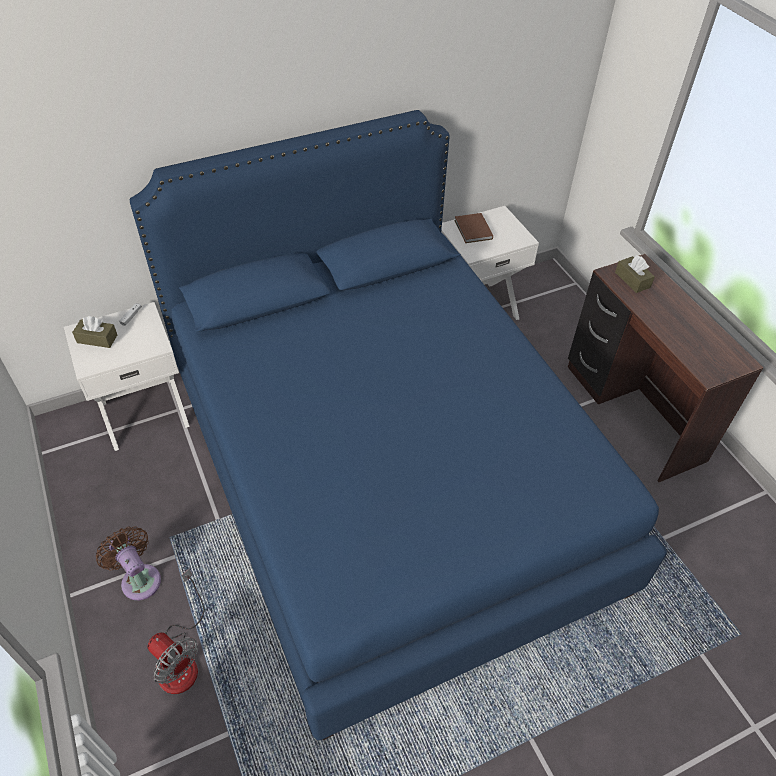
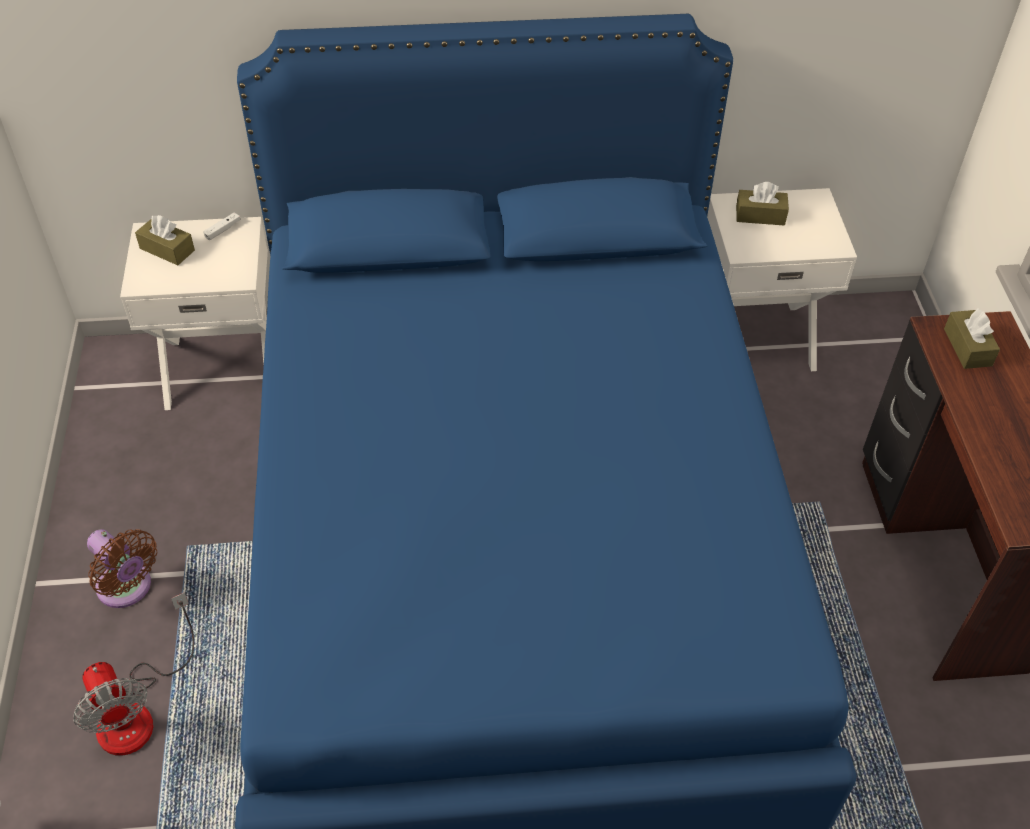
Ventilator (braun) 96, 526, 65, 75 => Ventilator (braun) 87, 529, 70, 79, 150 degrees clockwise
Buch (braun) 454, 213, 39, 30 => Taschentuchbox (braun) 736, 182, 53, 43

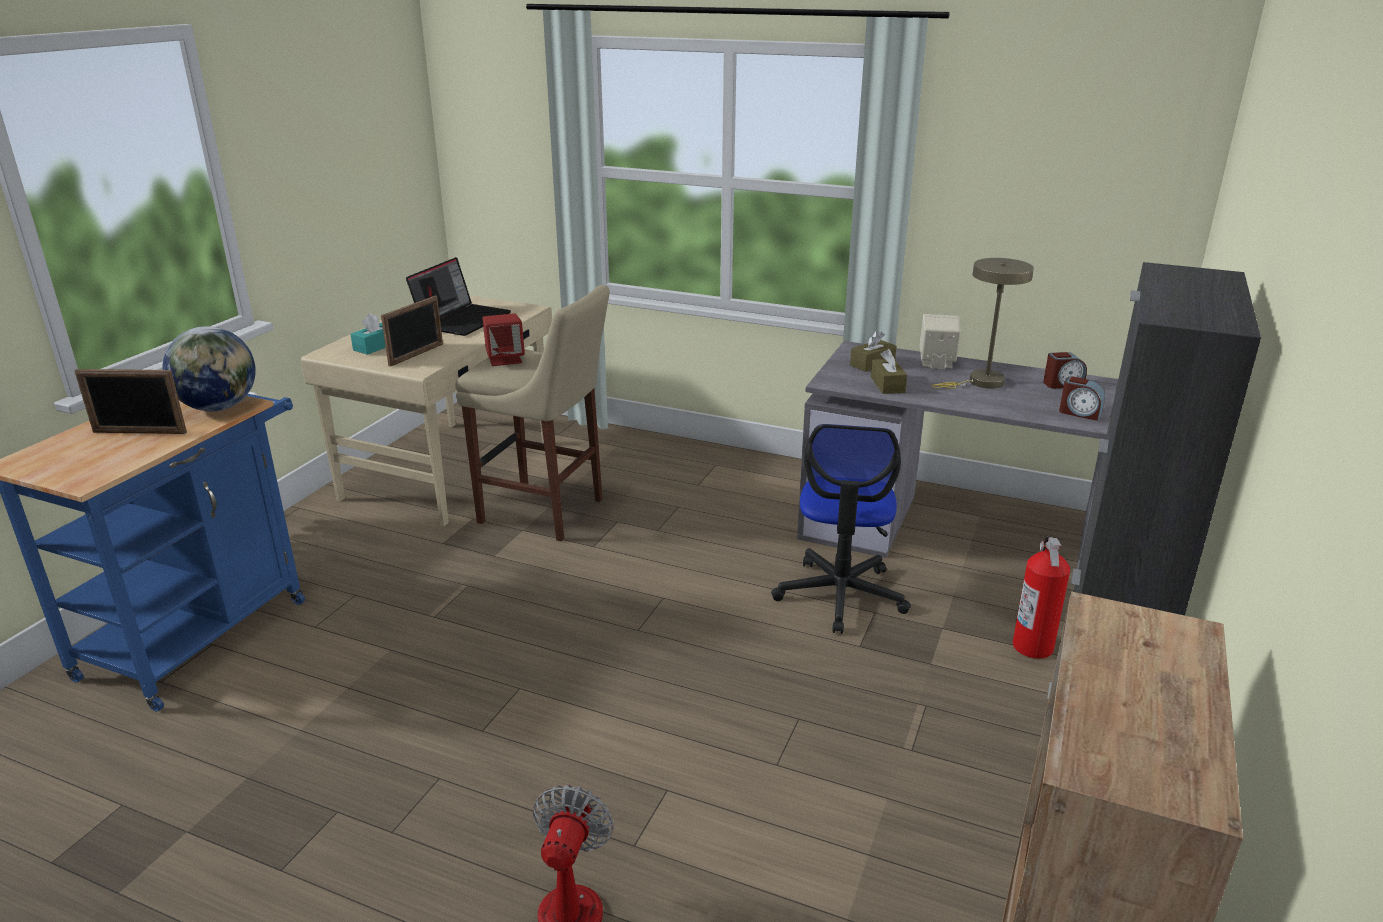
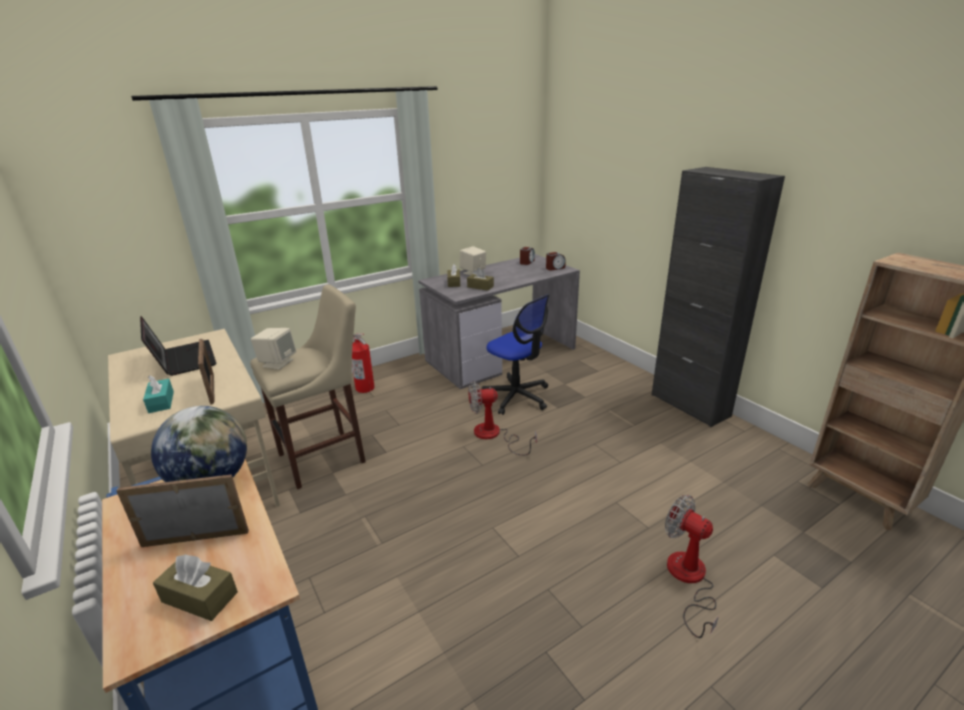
Bilderrahmen 74, 369, 113, 65 => Bilderrahmen 116, 474, 133, 73, 135 degrees counterclockwise
nothing => Taschentuchbox (braun) 153, 554, 85, 67
Lautsprecher (rot) 483, 313, 42, 53 => Lautsprecher (beige) 251, 328, 45, 42
Feuerlöscher 1013, 536, 57, 123 => Feuerlöscher 352, 333, 23, 60, relocated
nothing => Ventilator 468, 381, 69, 75
Tischlampe (beige) 931, 258, 103, 131 => nothing

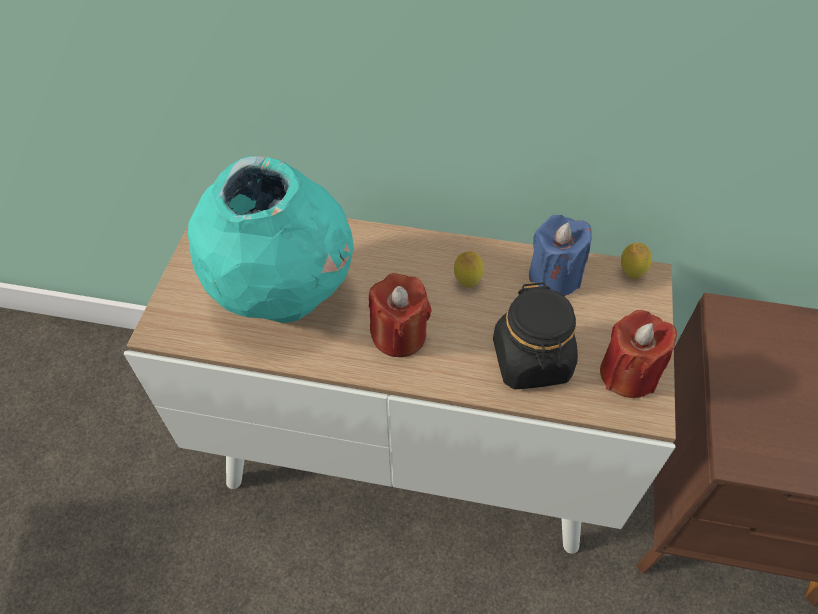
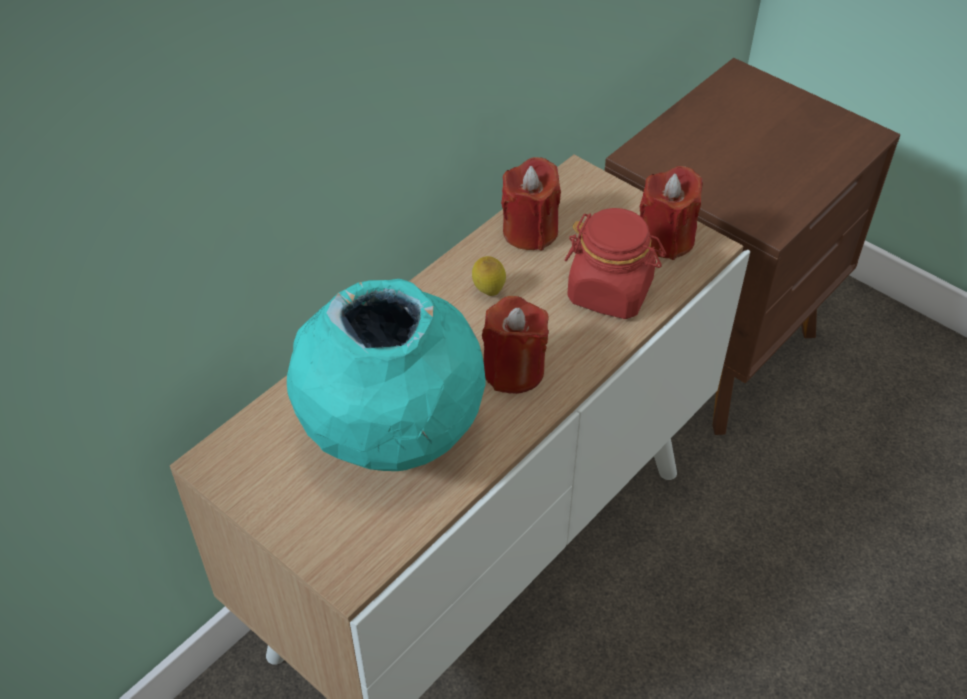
Kerze (blau) 529, 215, 63, 81 => Kerze (rot) 501, 157, 60, 93
Vorratsglas (schwarz) 493, 282, 85, 107 => Vorratsglas (rot) 565, 208, 101, 111
Zitrone 621, 243, 31, 36 => nothing

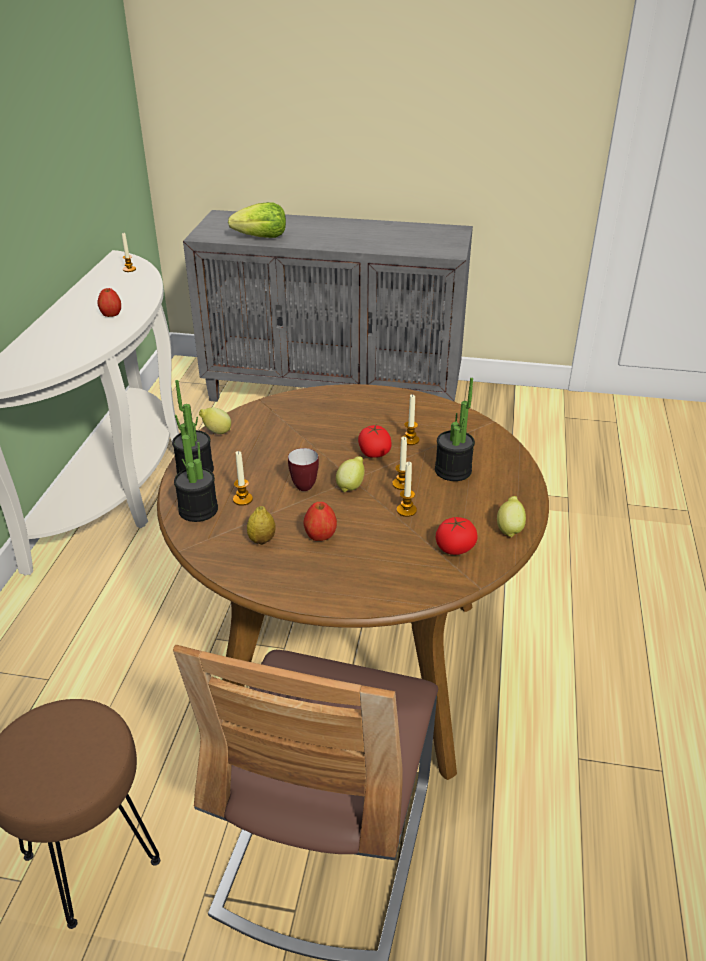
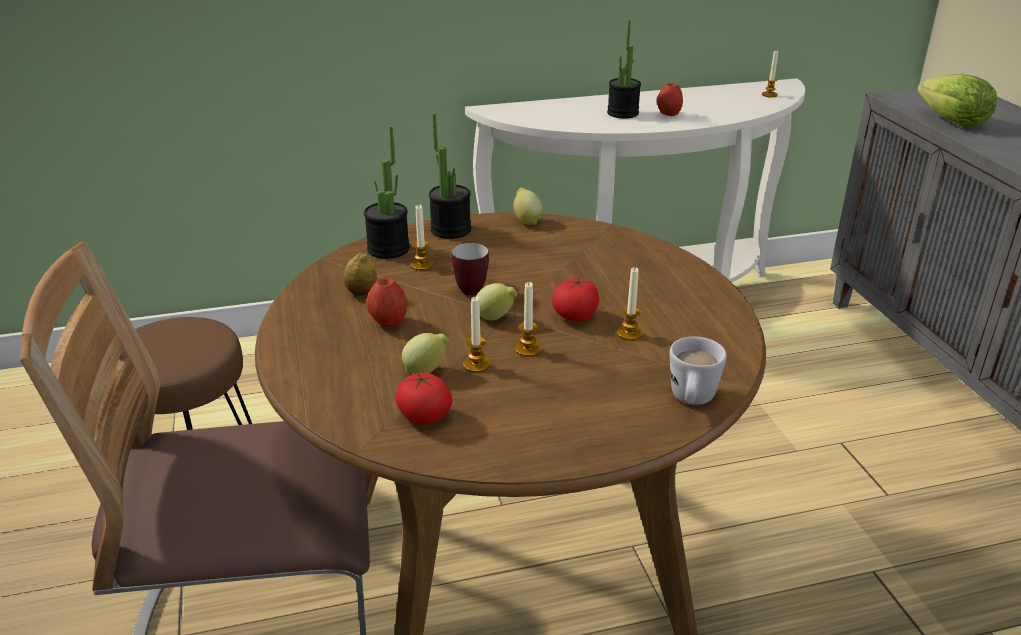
Zitrone 497, 496, 29, 42 => Zitrone 402, 333, 47, 41, relocated
Topfpflanze 435, 378, 40, 103 => Topfpflanze 607, 20, 34, 99, relocated
nothing => Henkelbecher (weiß) 670, 337, 57, 68

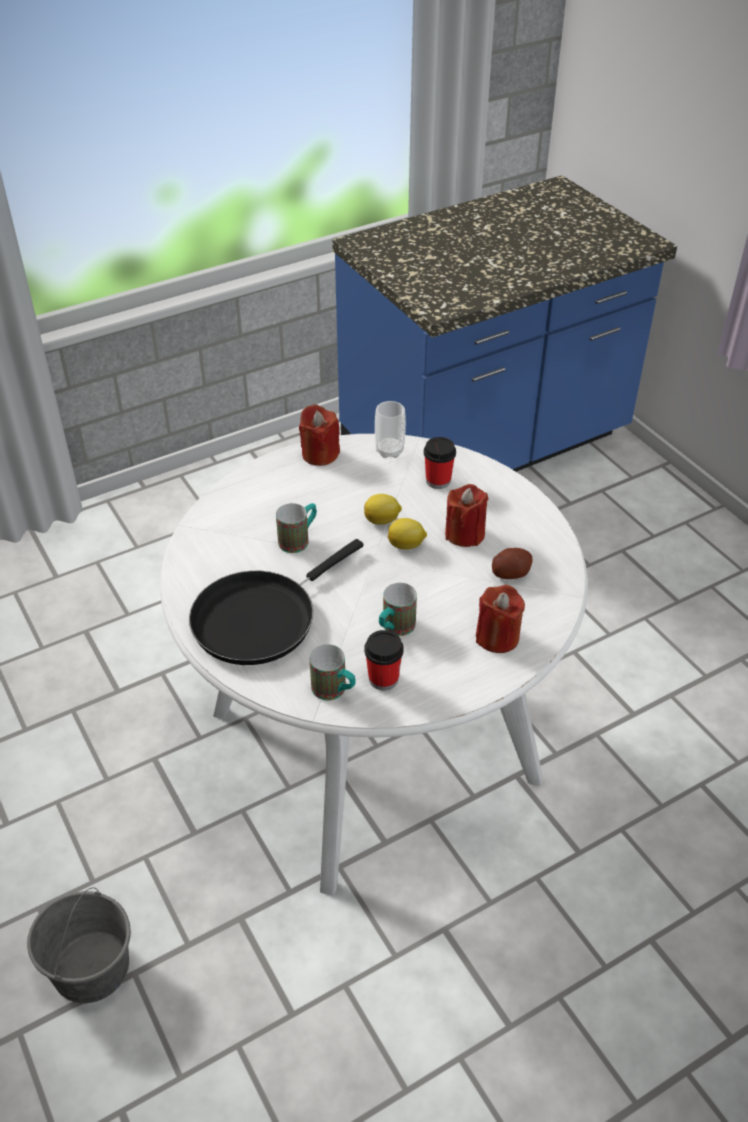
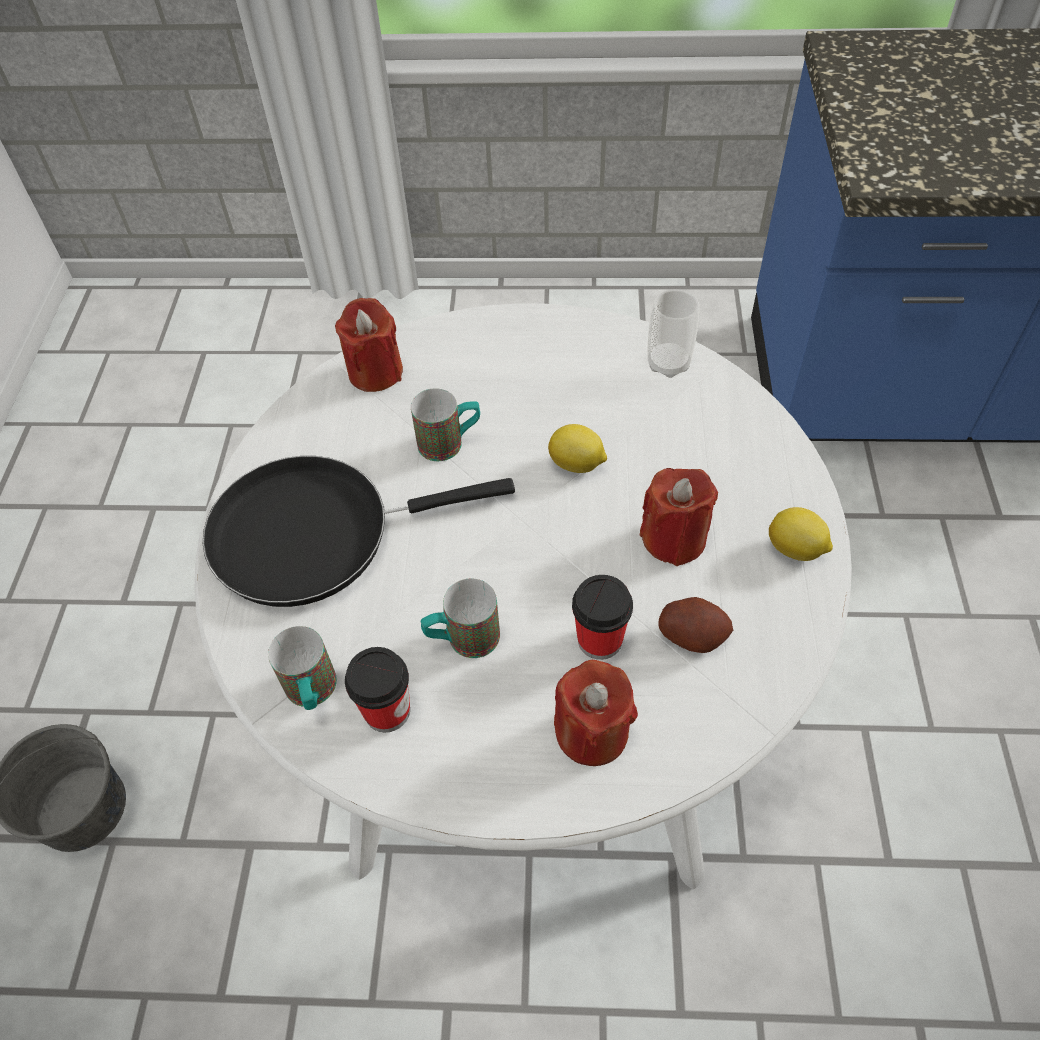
Kerze (rot) 299, 404, 41, 62 => Kerze (rot) 335, 298, 68, 94, relocated
Tasse 424, 437, 32, 52 => Tasse 572, 575, 61, 85, relocated
Zitrone 388, 518, 39, 32 => Zitrone 769, 507, 64, 54, relocated

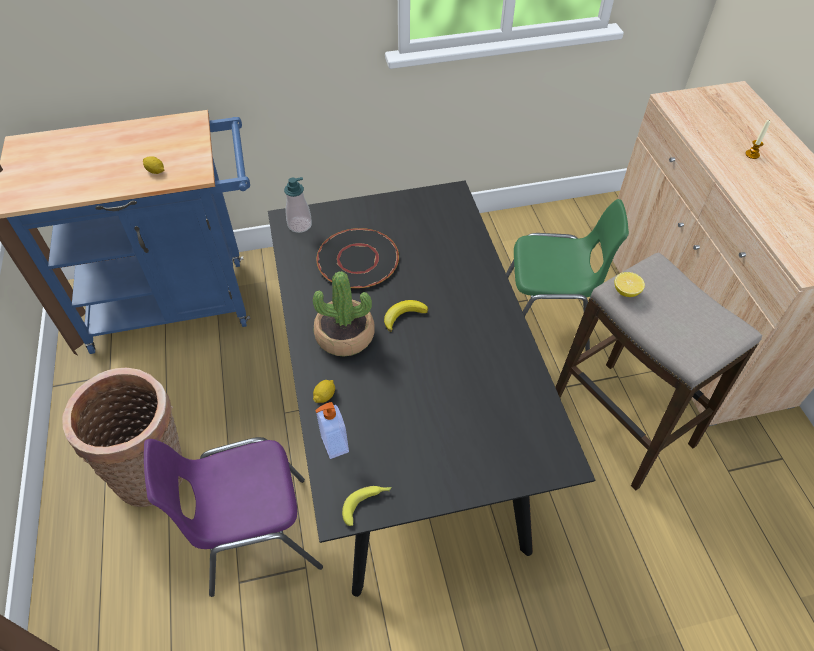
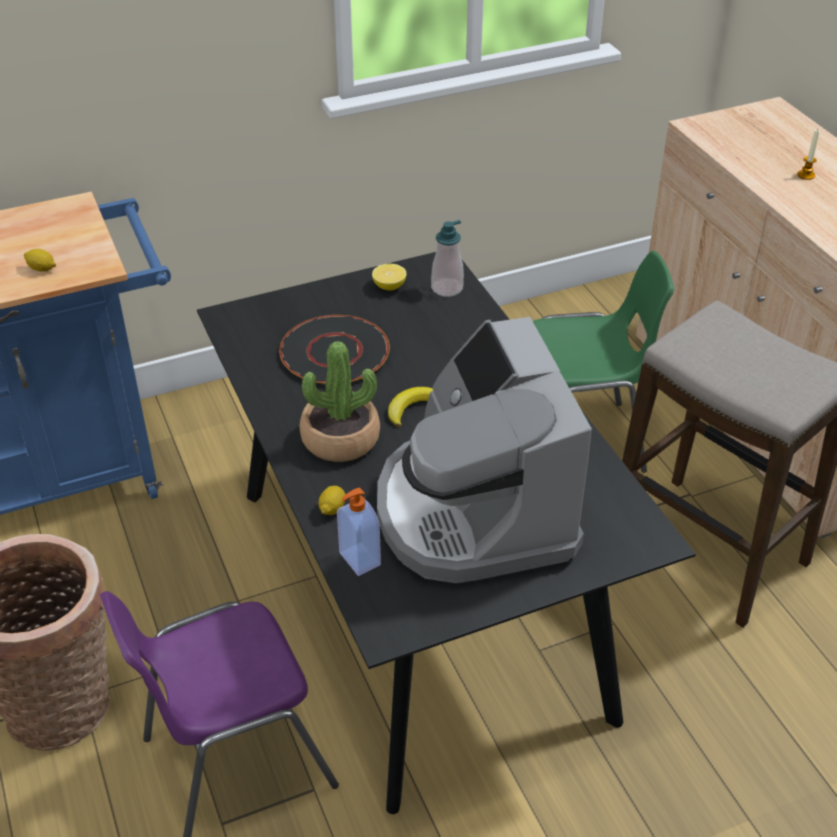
Zitrone 614, 272, 31, 25 => Zitrone 372, 264, 35, 26, relocated
nothing => Kaffeemaschine 377, 317, 215, 266
Seifenspender 284, 177, 28, 56 => Seifenspender 431, 220, 33, 77, relocated
Banane 342, 486, 50, 40 => nothing

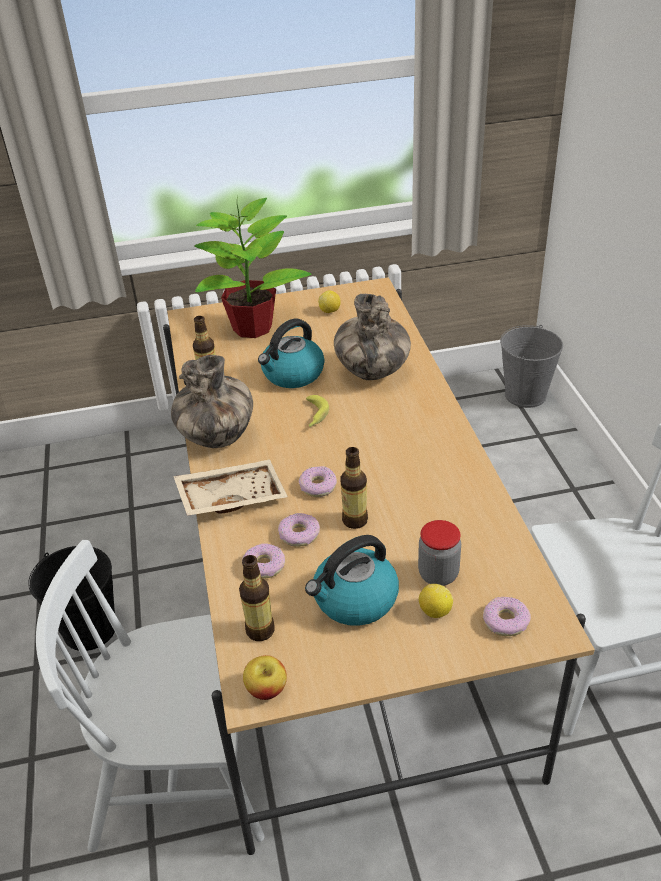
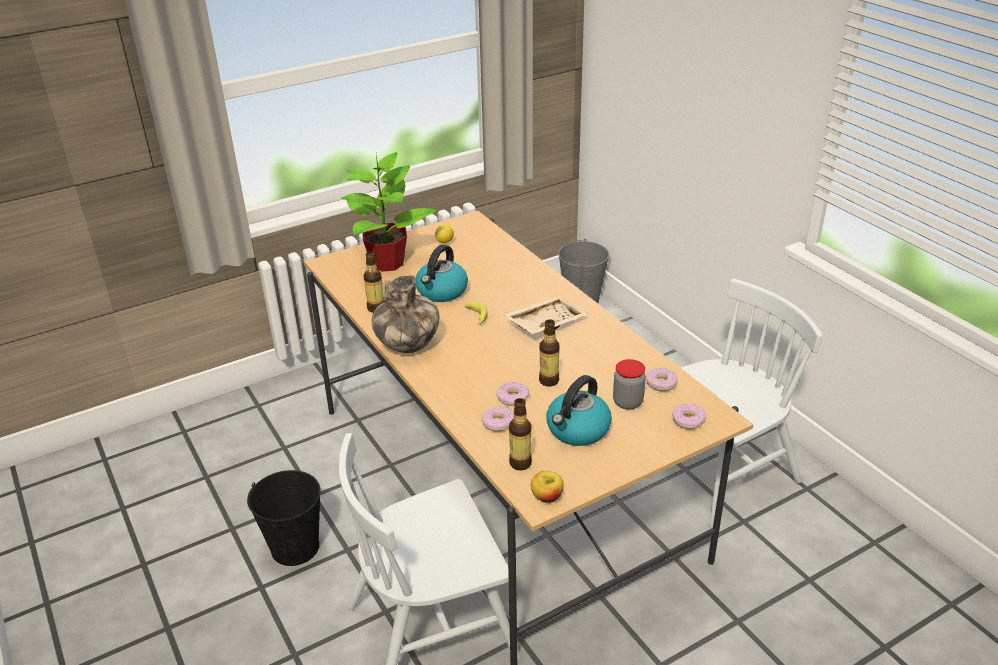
Tablett (beige) 173, 460, 115, 56 => Tablett (beige) 503, 296, 85, 38, relocated
Donut 299, 466, 38, 31 => Donut 646, 367, 32, 24, relocated
Vase 334, 294, 77, 86 => nothing
Zitrone 419, 584, 34, 34 => nothing

